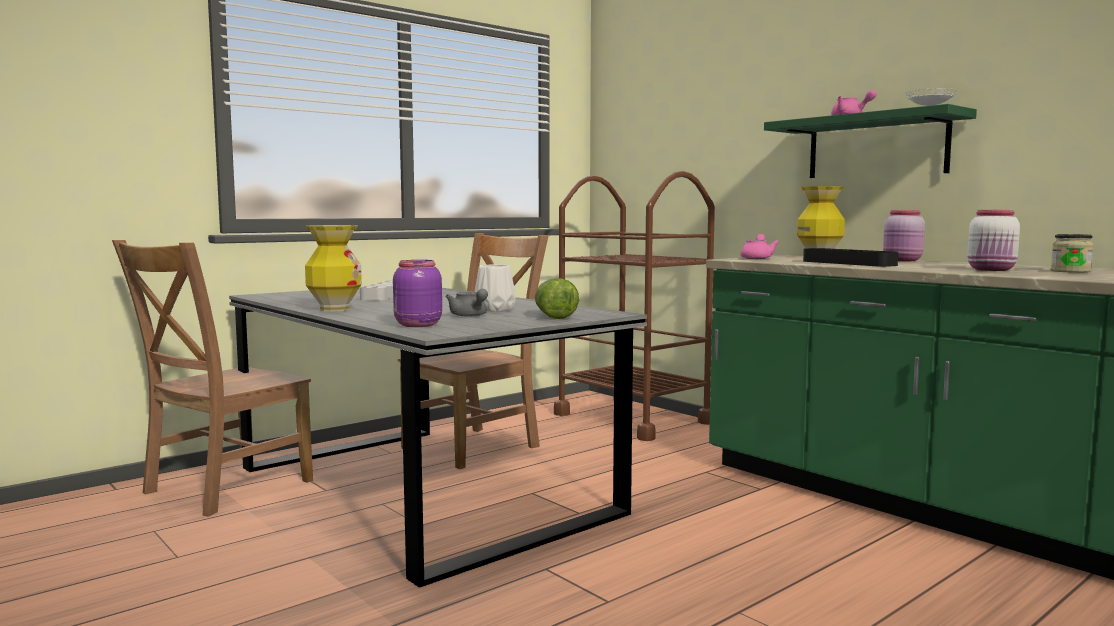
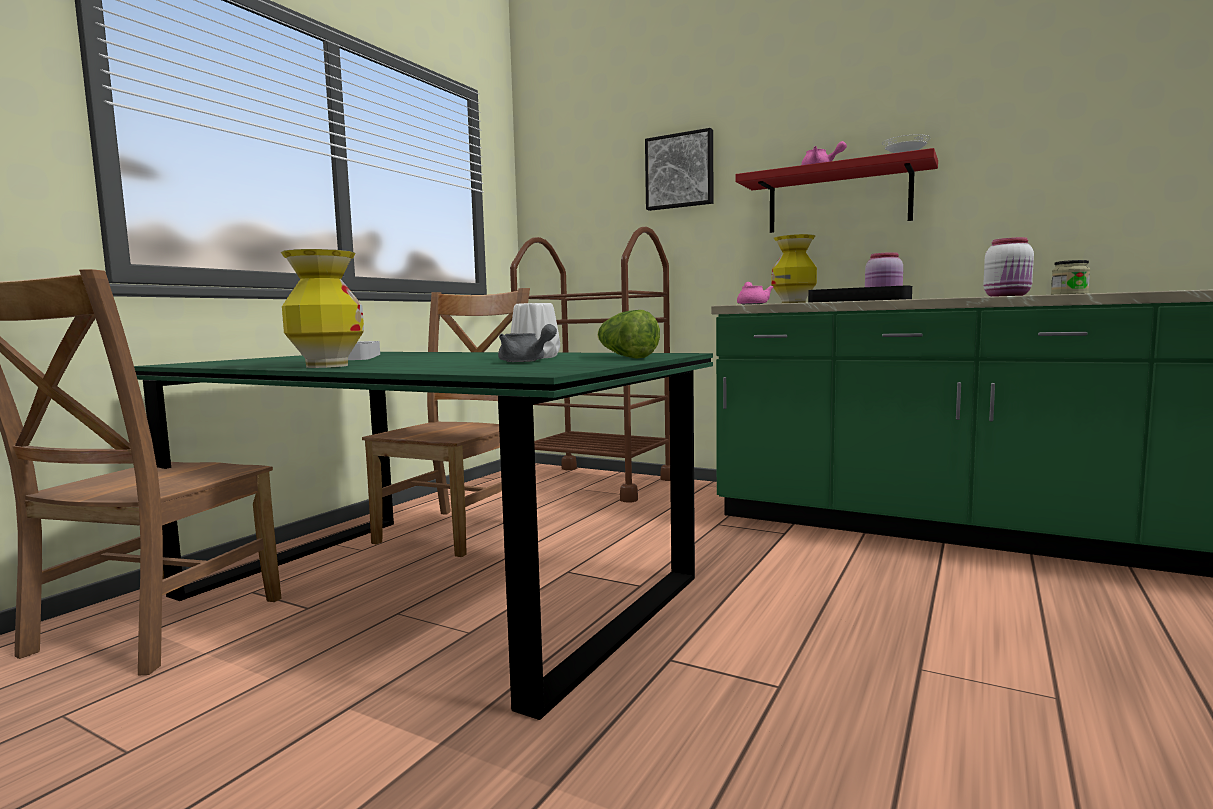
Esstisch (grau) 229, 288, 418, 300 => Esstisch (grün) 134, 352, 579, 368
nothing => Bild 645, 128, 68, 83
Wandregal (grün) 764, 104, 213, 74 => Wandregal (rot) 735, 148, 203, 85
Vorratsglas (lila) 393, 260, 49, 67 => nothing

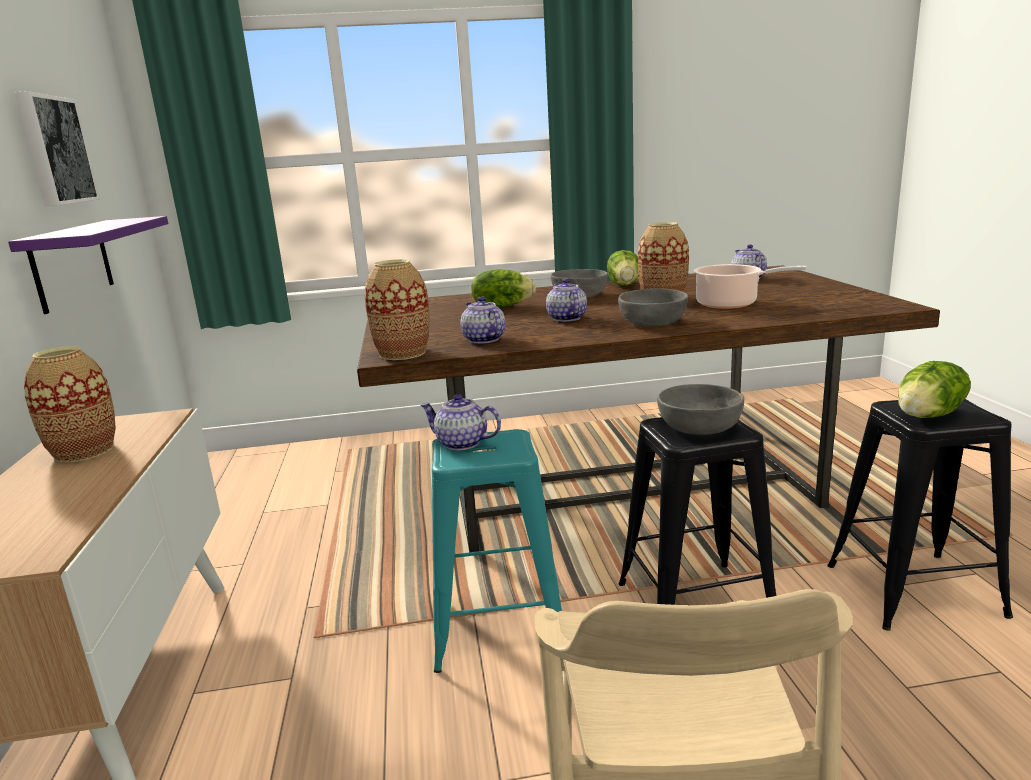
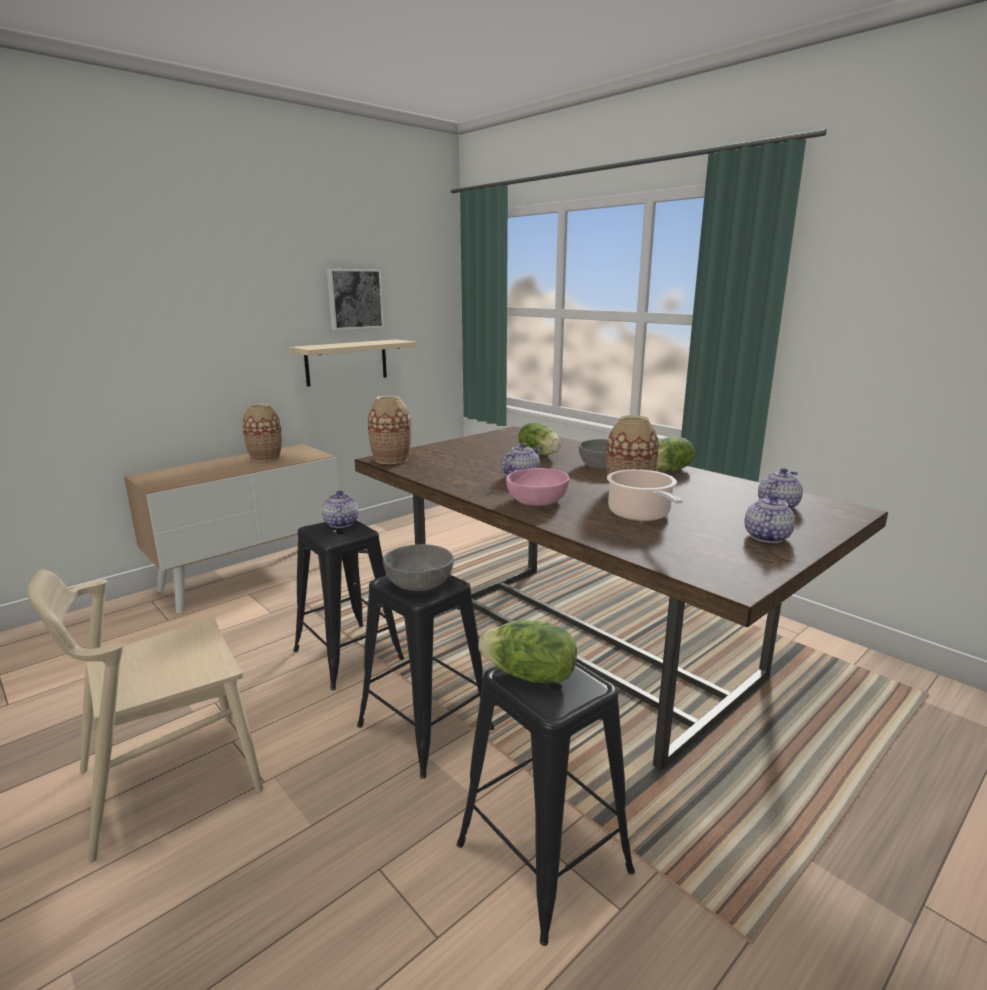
Wandregal (lila) 8, 216, 160, 98 => Wandregal (beige) 289, 339, 127, 48
Hocker (türkis) 432, 429, 130, 244 => Hocker (schwarz) 293, 520, 111, 170
Schüssel (grau) 618, 289, 70, 38 => Schüssel (rosa) 506, 468, 63, 38
Teekanne 461, 296, 44, 48 => Teekanne 745, 494, 50, 49, relocated

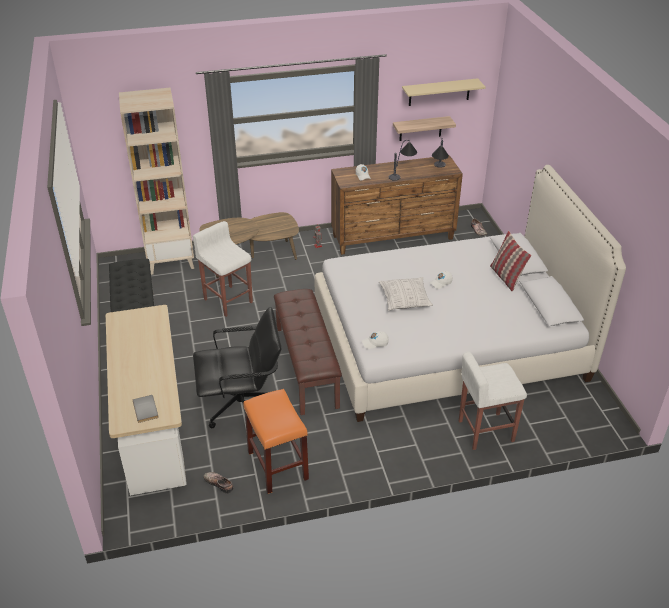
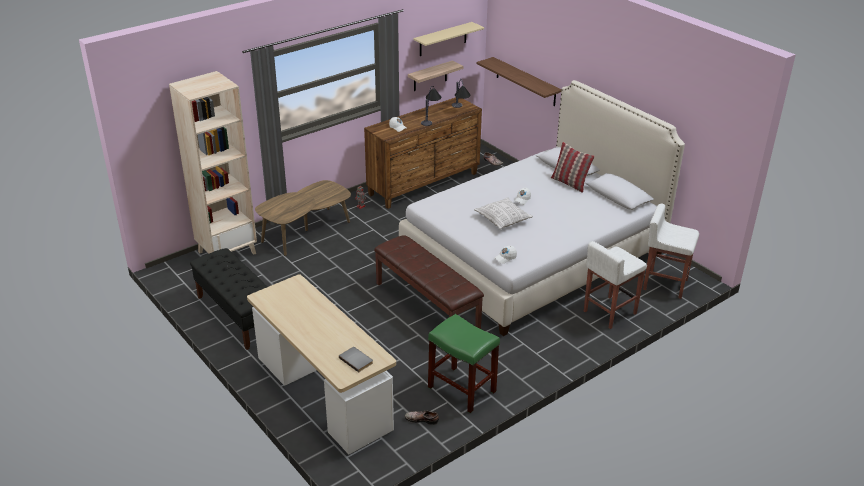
Hocker (orange) 243, 389, 66, 105 => Hocker (grün) 428, 314, 72, 99
nothing => Wandregal 476, 57, 86, 49
Hocker (weiß) 193, 221, 60, 96 => Hocker (weiß) 643, 204, 56, 95, relocated
Bürostuhl (schwarz) 193, 307, 89, 121 => nothing

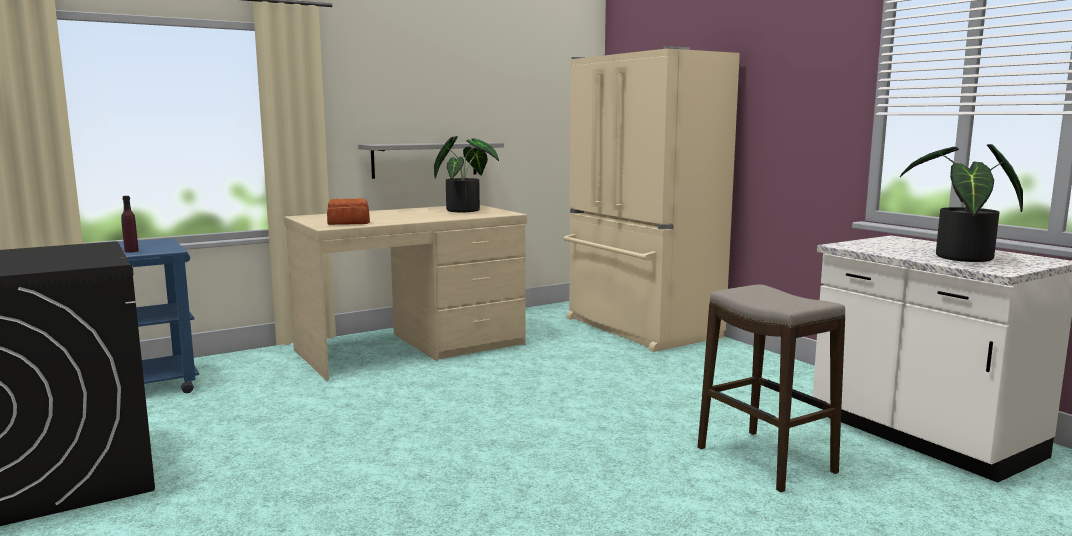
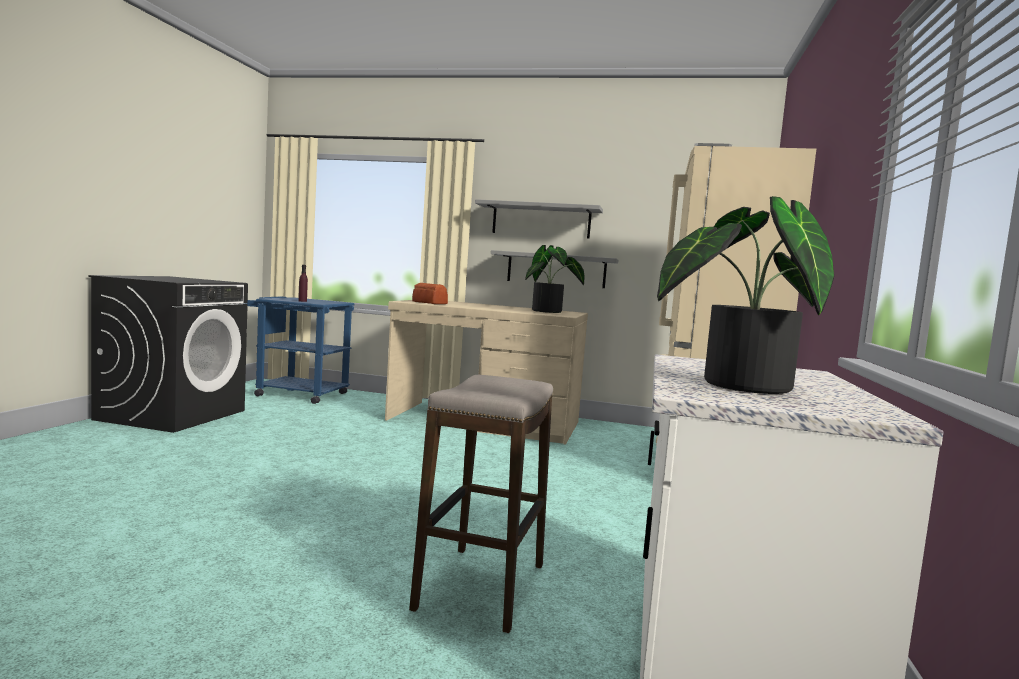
nothing => Wandregal (grau) 475, 199, 128, 40

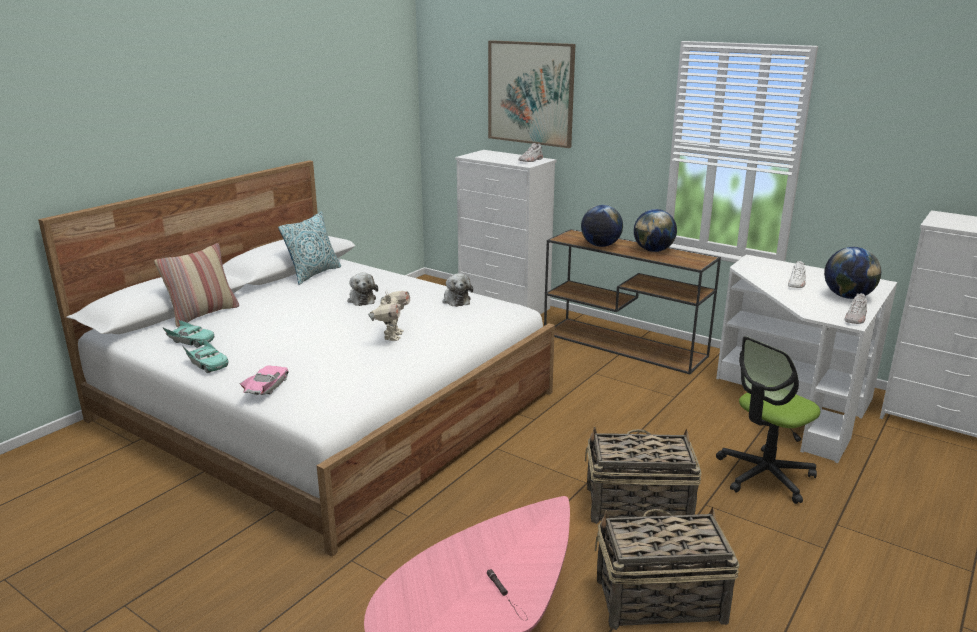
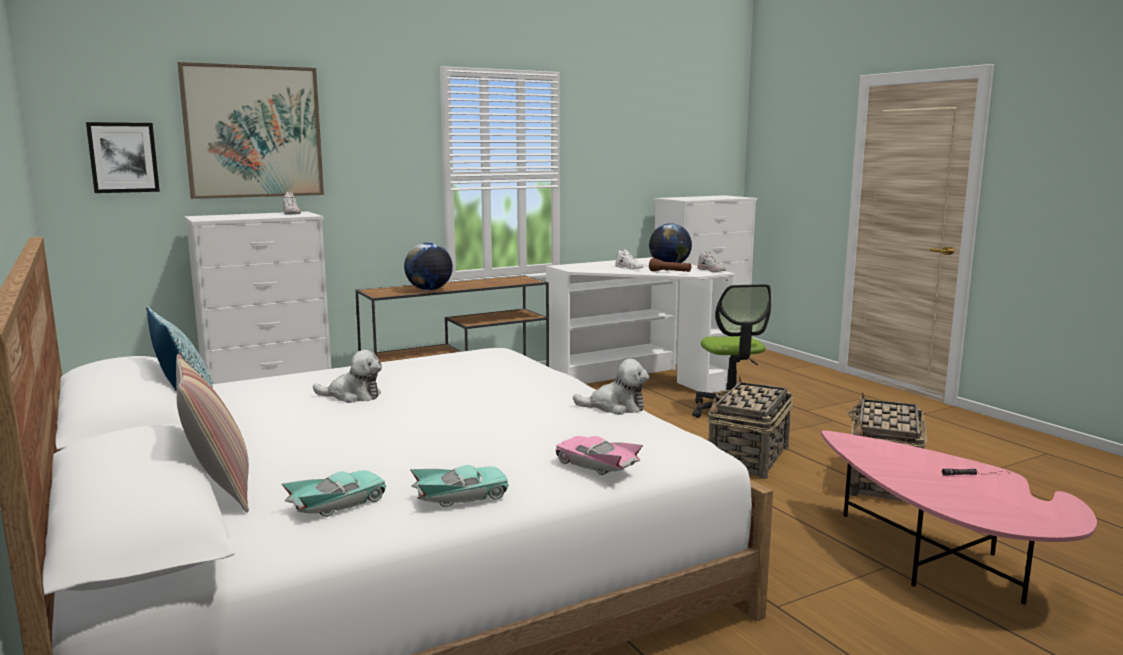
nothing => Bild 86, 122, 74, 71
Plüschtier 443, 273, 30, 34 => Plüschtier 573, 359, 76, 56, relocated
nothing => Taschenlampe (braun) 649, 258, 42, 14
Spielzeugroboter 368, 289, 42, 52 => nothing
Globus 634, 209, 43, 43 => nothing

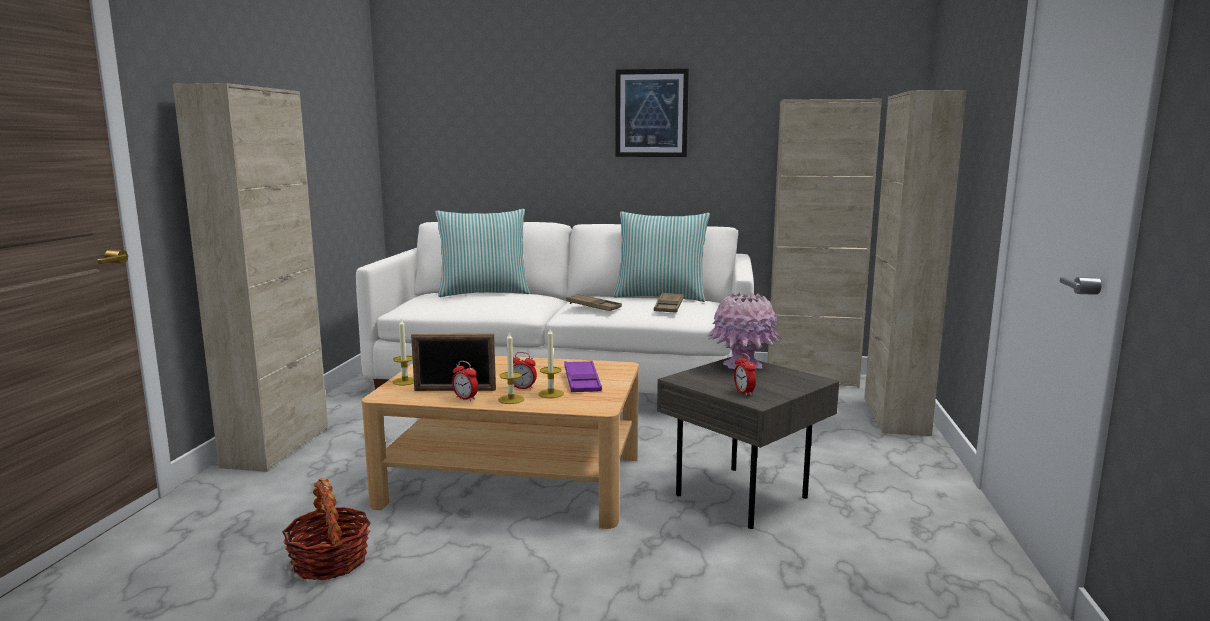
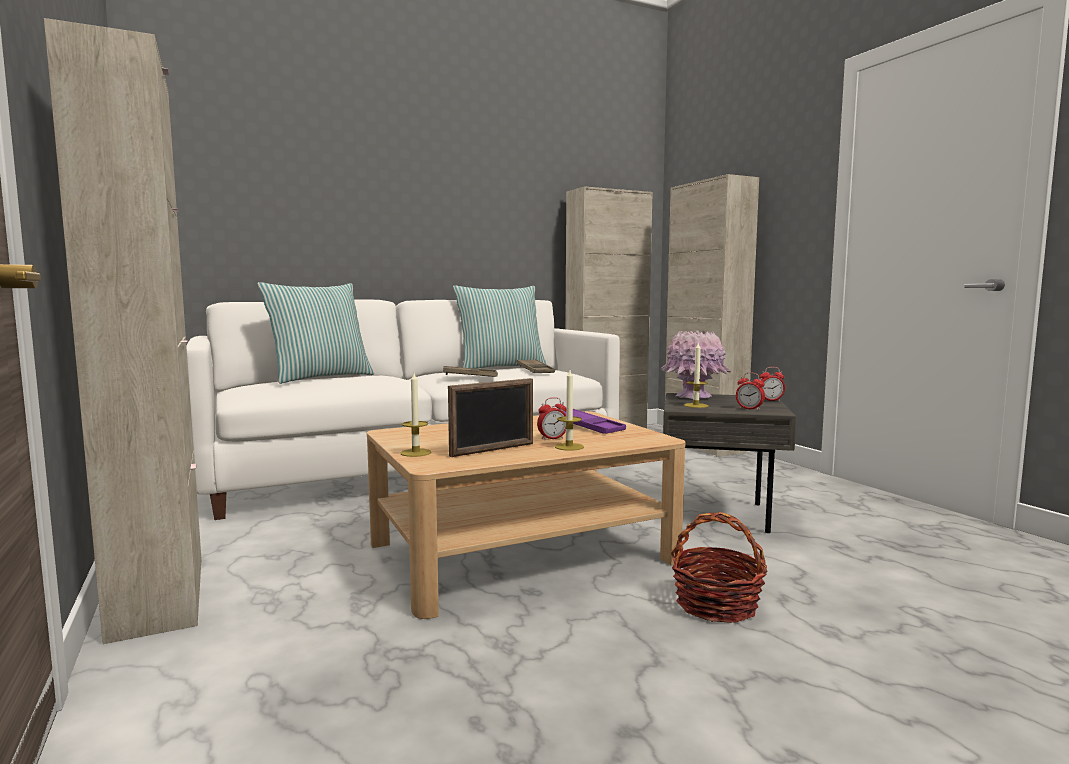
Korb 282, 478, 89, 102 => Korb 671, 512, 96, 111, relocated
Kerze 538, 328, 26, 70 => Kerze 684, 343, 24, 65, relocated
Wecker 452, 361, 26, 40 => Wecker 759, 367, 26, 34, relocated
Bild 615, 68, 74, 89 => nothing

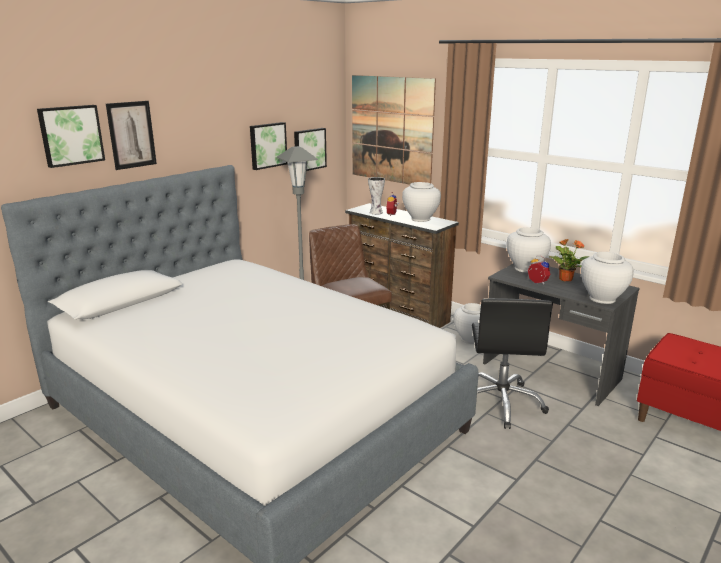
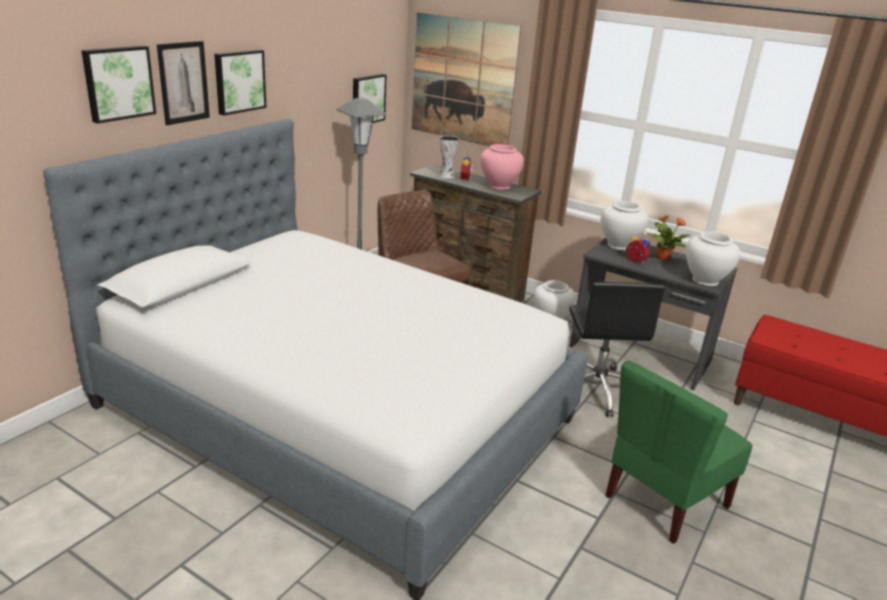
Bild 250, 122, 38, 48 => Bild 214, 50, 53, 65, relocated
Vase (weiß) 402, 182, 39, 40 => Vase (rosa) 480, 144, 44, 46
nothing => Stuhl (grün) 605, 361, 148, 183

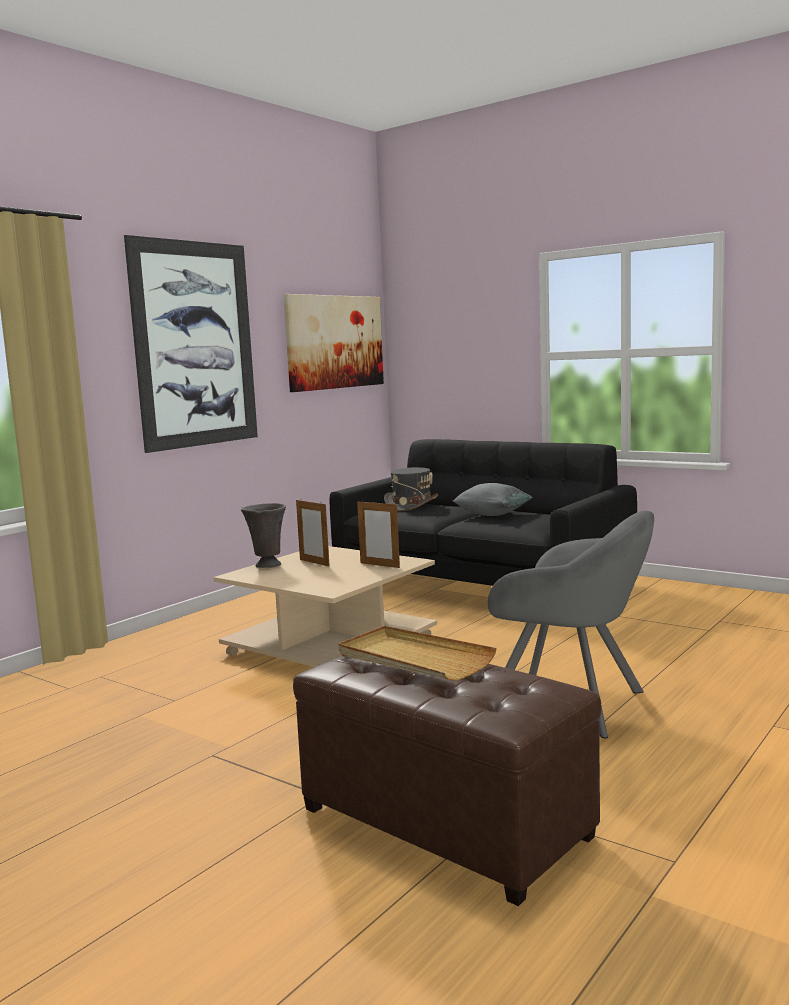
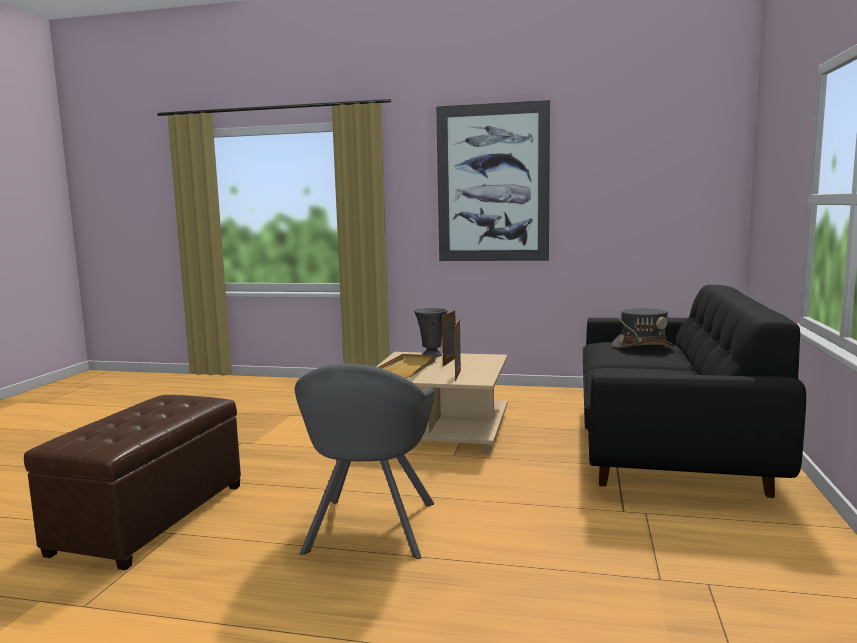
Tablett (beige) 338, 626, 159, 55 => Tablett (beige) 378, 354, 57, 24, relocated
Bild 283, 294, 101, 98 => nothing
Kissen (grau) 453, 483, 80, 33 => nothing

